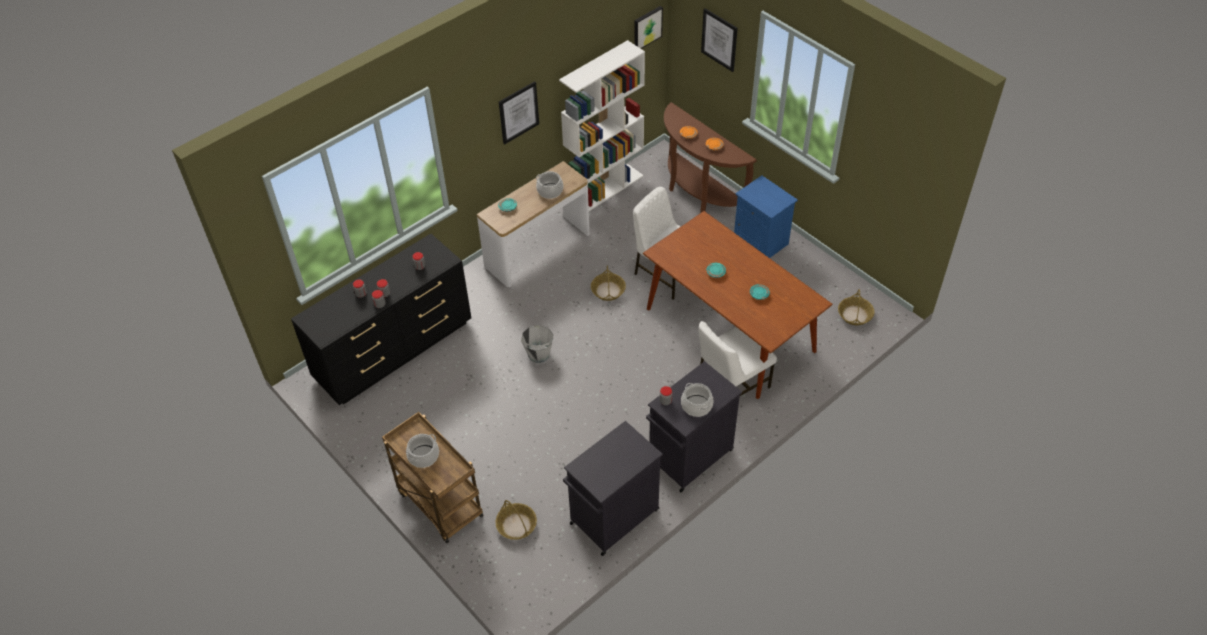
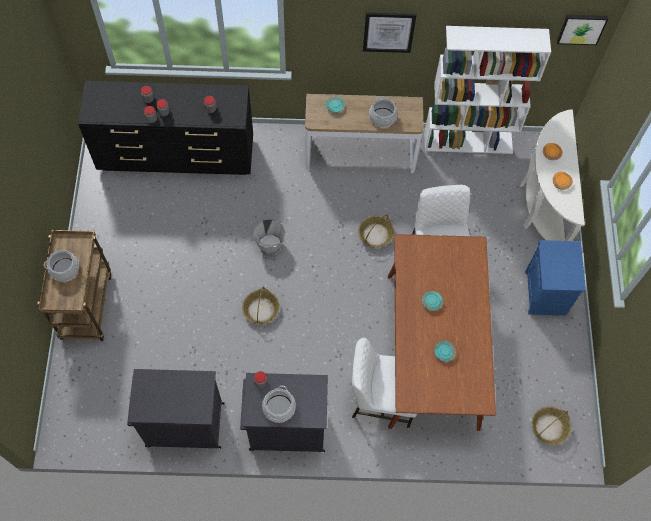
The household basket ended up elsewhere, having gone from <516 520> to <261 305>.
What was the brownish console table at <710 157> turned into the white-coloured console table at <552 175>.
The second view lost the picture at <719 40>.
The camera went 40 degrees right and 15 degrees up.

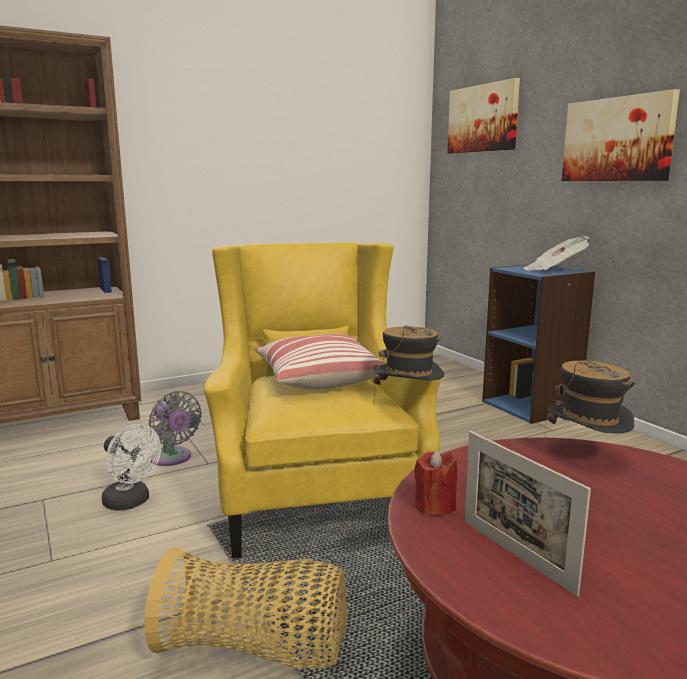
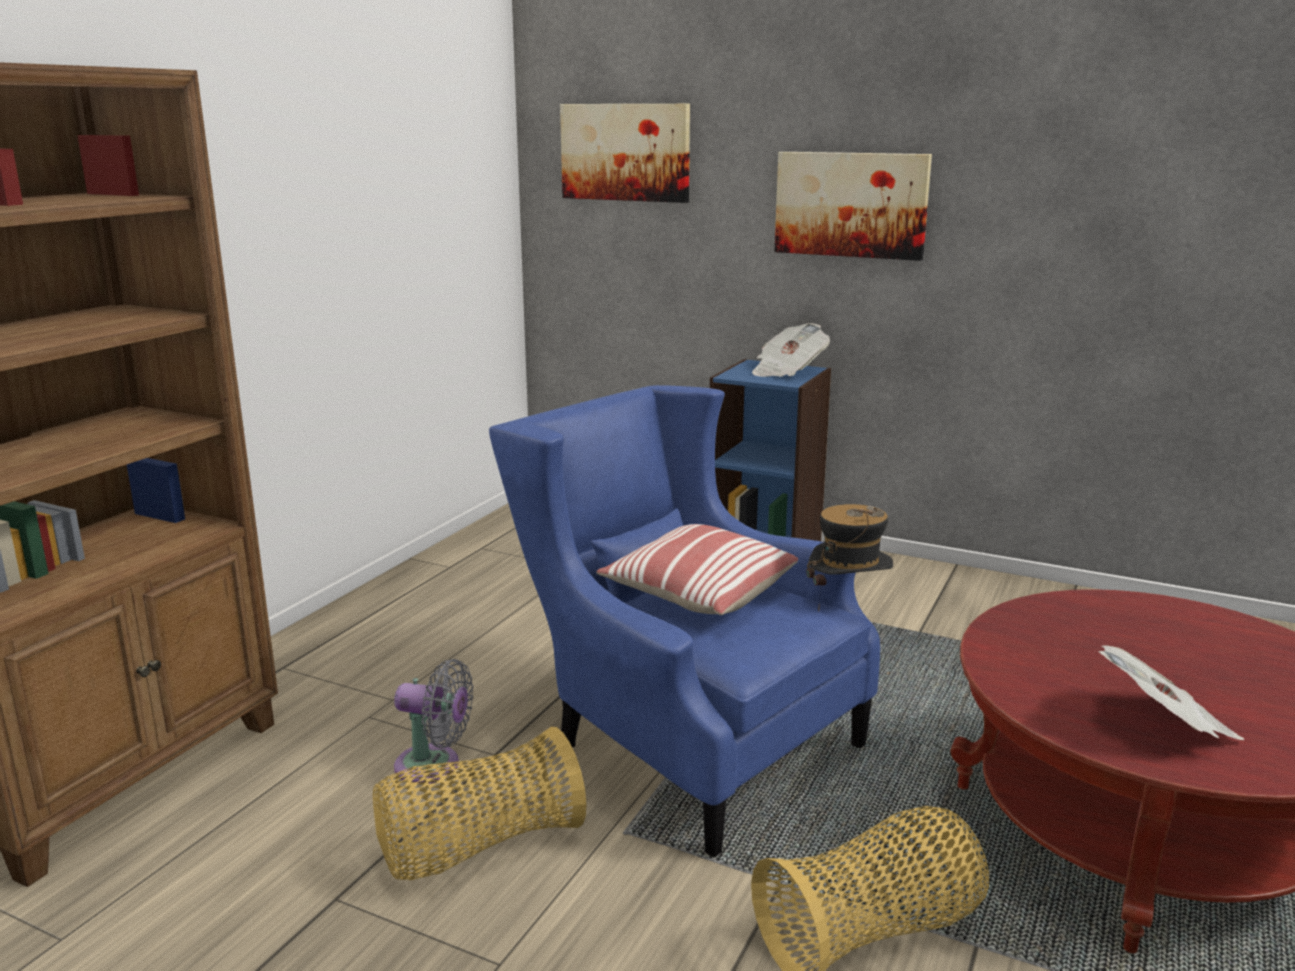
Where the white-coloured cooling fan stood at <131 467>, the household basket came to stand at <480 803>.
What was the yellowish lounge chair at <323 401> turned into the blue-coloured lounge chair at <684 621>.
The second view lost the red candle at <435 483>.
Where the picture frame stood at <527 514>, the daily paper came to stand at <1171 692>.
The second view lost the wearable hat at <589 403>.
The camera went 35 degrees left and 5 degrees up.

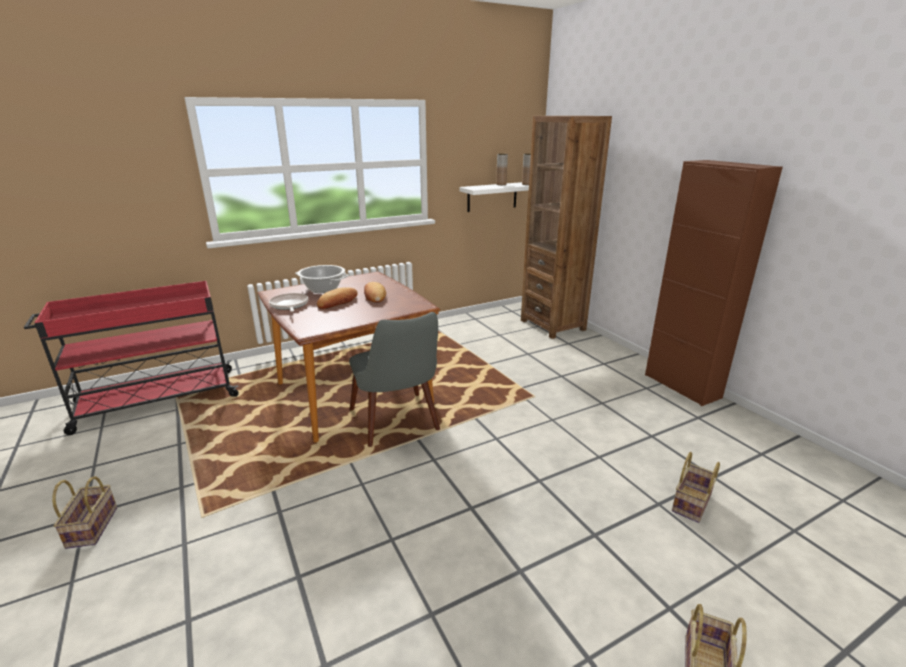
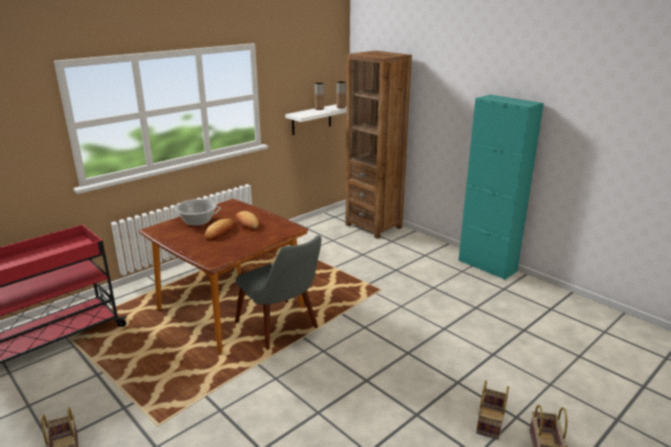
The second view lost the skillet at <288 302>.
What was the brownish cupboard at <714 283> turned into the turquoise cupboard at <501 187>.
The household basket ended up elsewhere, having gone from <696 487> to <492 410>.
The camera went 15 degrees left and 0 degrees up.

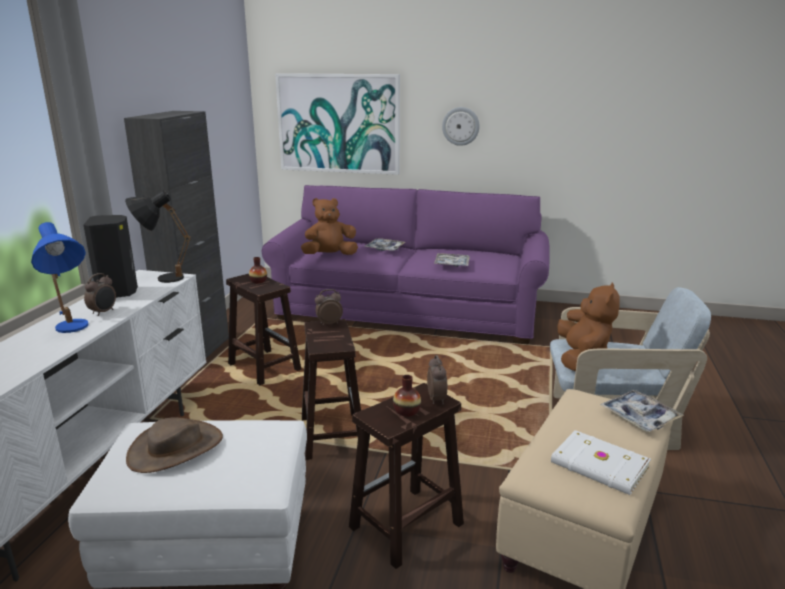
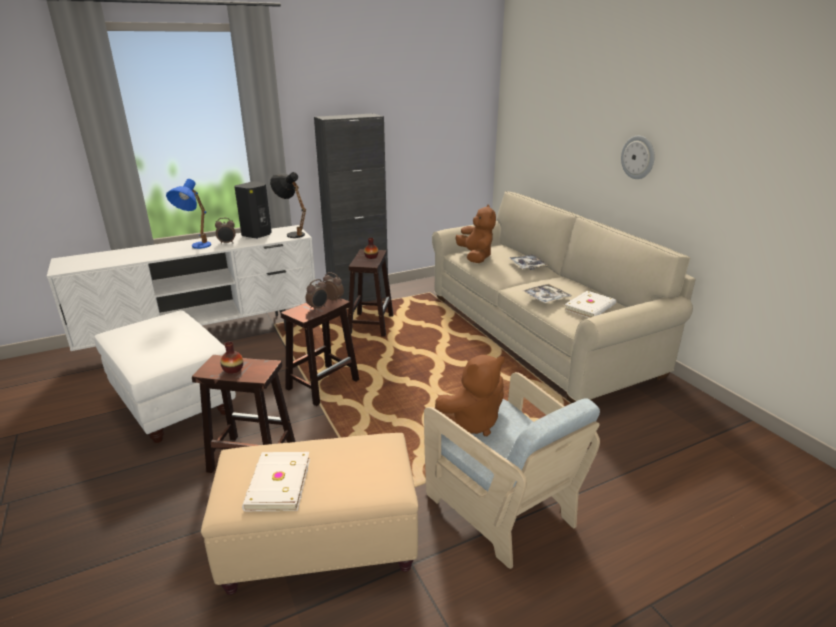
The second view lost the brownish wearable hat at <174 445>.
What was the purplish sofa at <406 264> turned into the beige sofa at <563 297>.
The second view lost the picture at <337 124>.
The brownish plush toy at <329 226> ended up facing another way, 45 degrees clockwise from before.
The bedside clock ended up elsewhere, having gone from <437 380> to <316 295>.
The second view lost the carrying tray at <642 411>.
The second view gained the white-coloured book at <590 304>.
The camera went 50 degrees right and 5 degrees up.

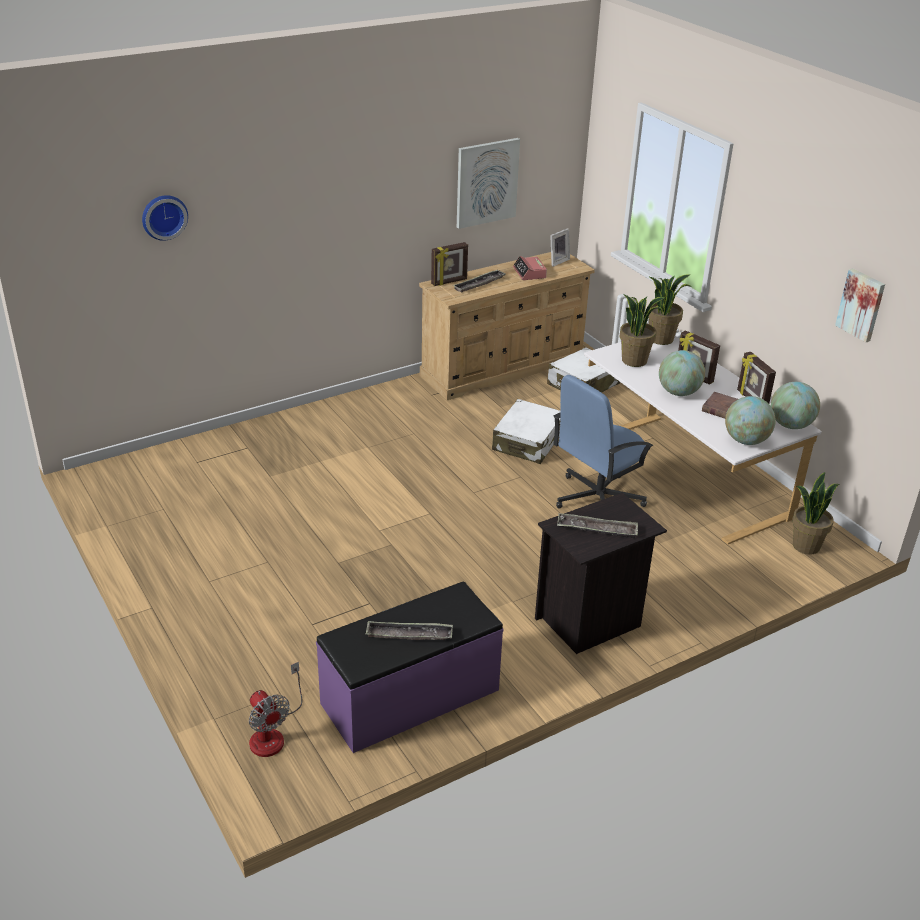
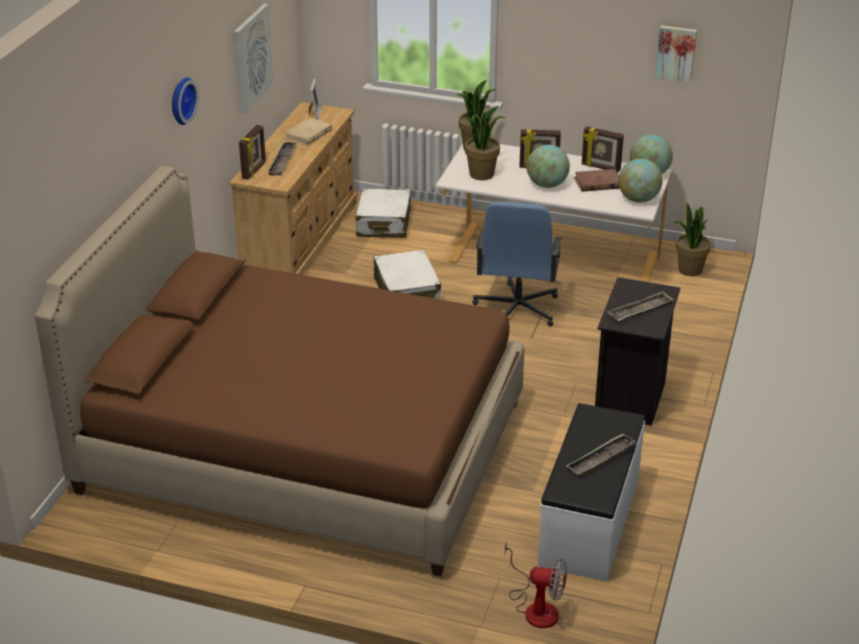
The clock on the wall ended up elsewhere, having gone from <165 218> to <185 101>.
What was the purplish bench at <409 667> turned into the white-coloured bench at <591 492>.
Where the bedside clock stood at <530 268>, the beige book came to stand at <308 131>.
The second view gained the brownish bedroom bed at <280 371>.
The camera went 40 degrees left and 0 degrees up.

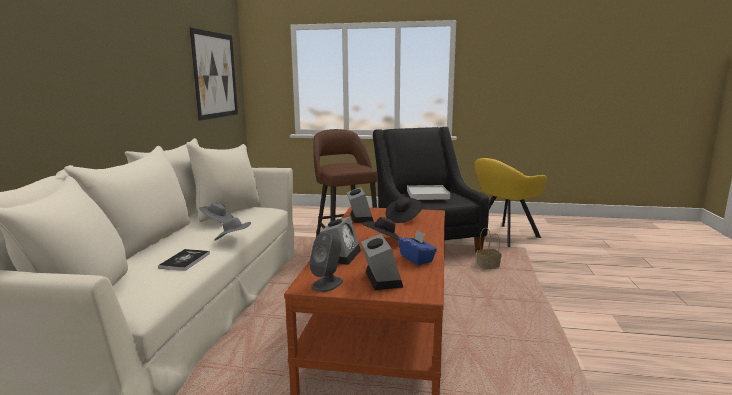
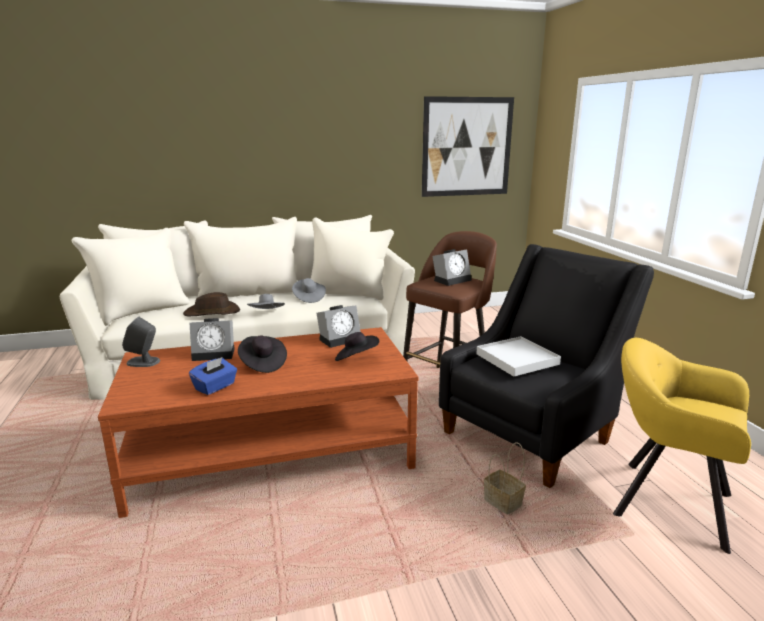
Where the book stood at <184 260>, the brownish wearable hat came to stand at <211 304>.
The bedside clock ended up elsewhere, having gone from <382 262> to <452 267>.
The camera went 65 degrees right and 5 degrees up.

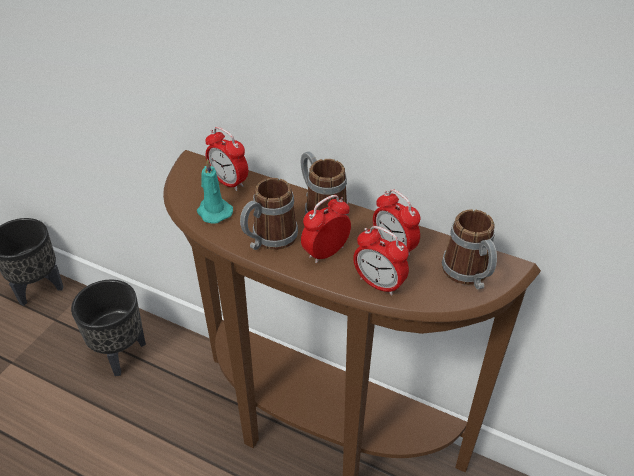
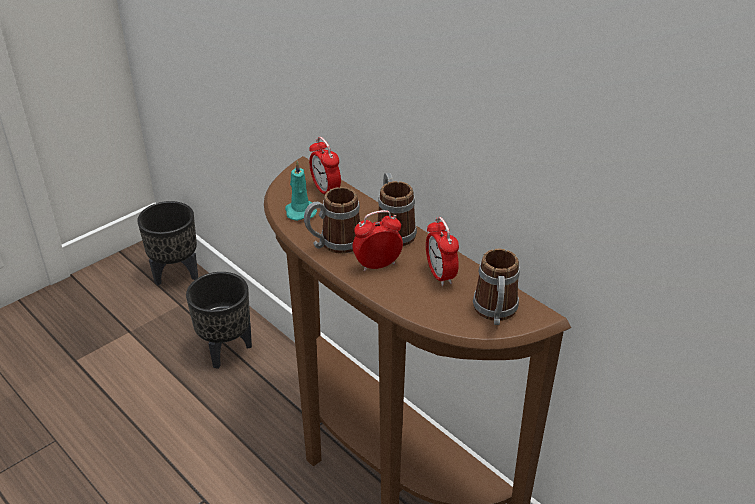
The second view lost the bedside clock at <381 261>.
The camera went 20 degrees right and 5 degrees down.

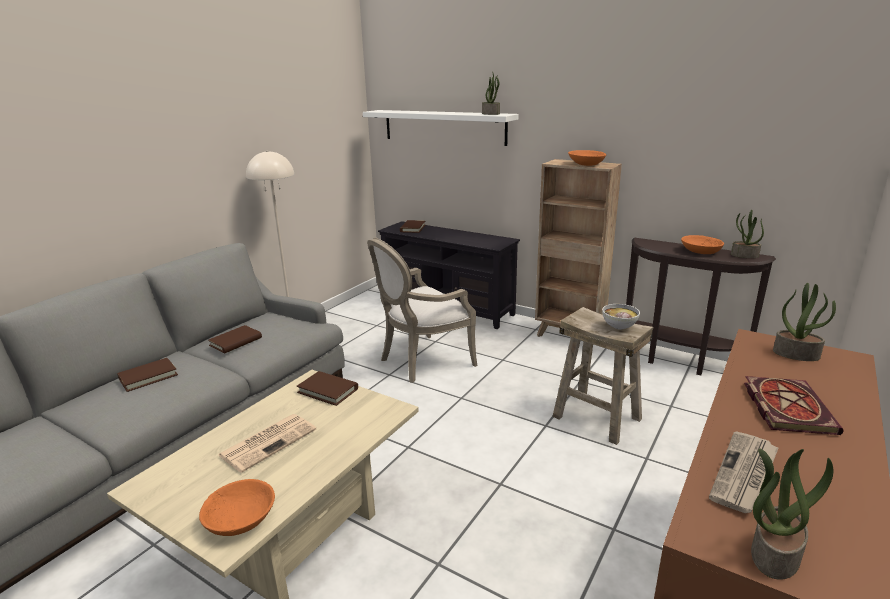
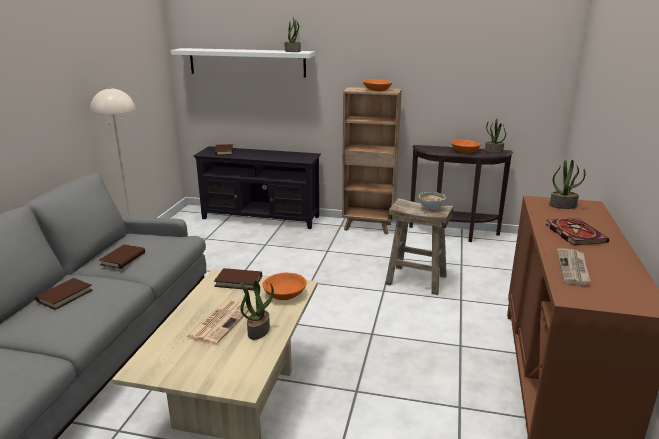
The orangey serving bowl ended up elsewhere, having gone from <237 507> to <285 286>.
The second view lost the lounge chair at <422 310>.
The potted plant ended up elsewhere, having gone from <792 514> to <257 310>.
The camera went 20 degrees left and 0 degrees up.

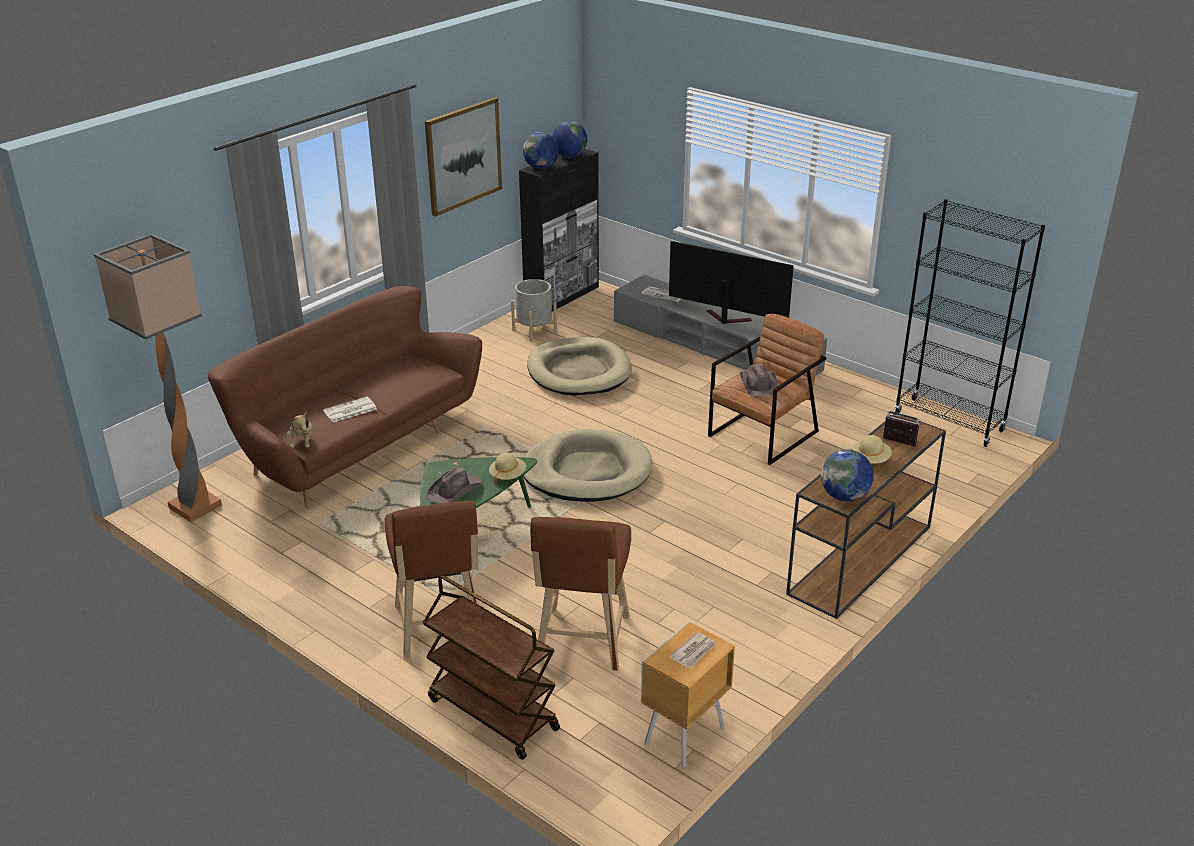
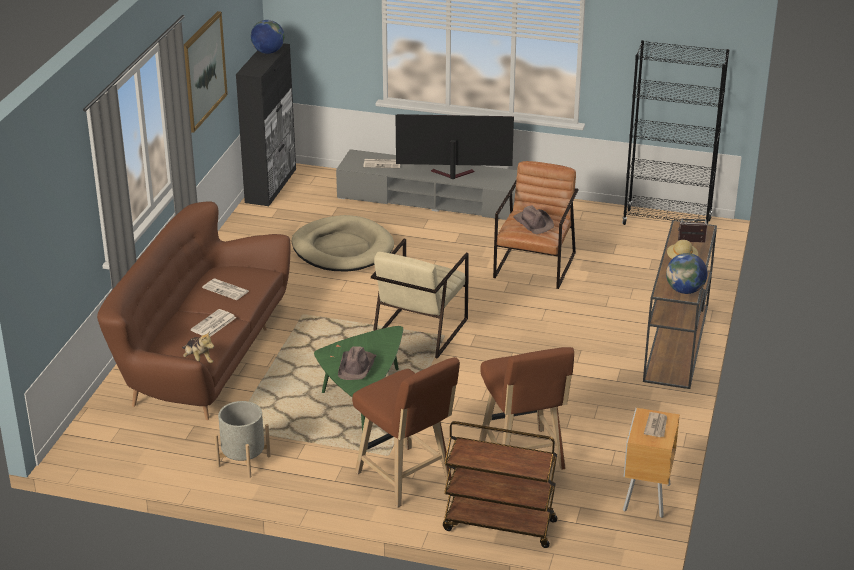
The second view lost the floor lamp at <158 378>.
The second view lost the beige wearable hat at <507 468>.
The greyish planter ended up elsewhere, having gone from <534 310> to <242 439>.
The second view lost the globe at <541 150>.
Where the beige dog cushion stood at <588 465>, the beige lounge chair came to stand at <420 299>.
The second view gained the daily paper at <225 289>.
The camera went 25 degrees left and 0 degrees up.

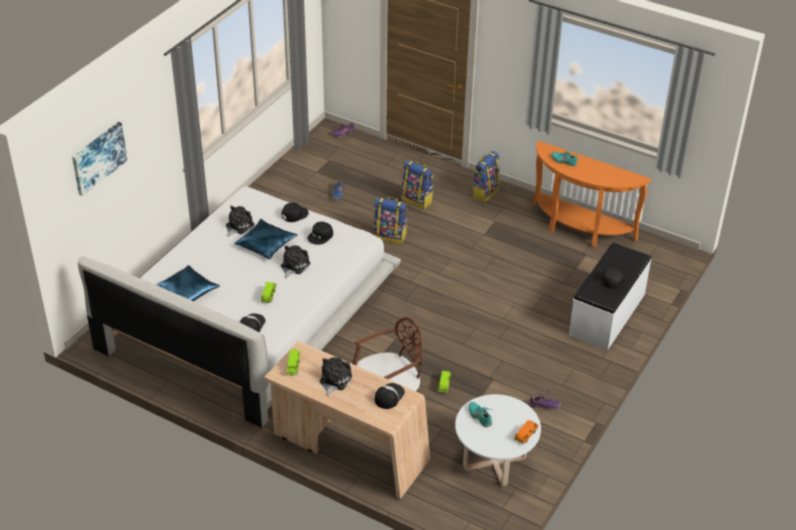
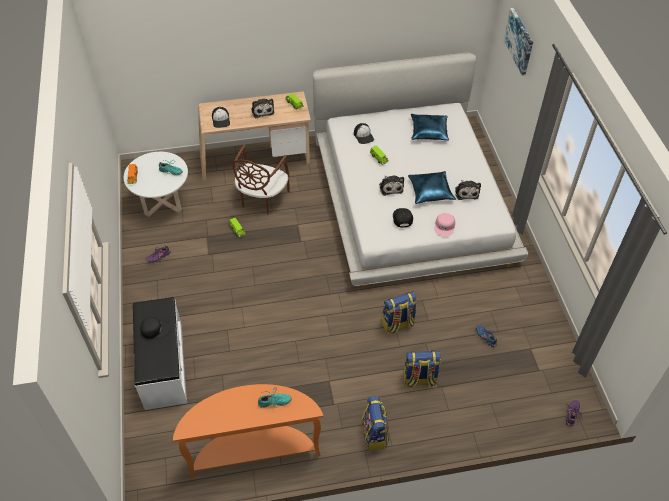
What was the black cap at <295 212> turned into the pinkish cap at <444 225>.
The camera went 140 degrees right and 10 degrees up.

